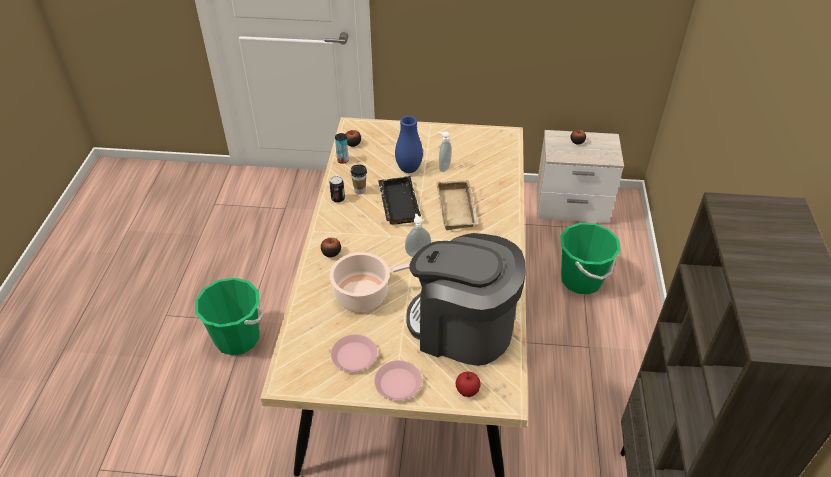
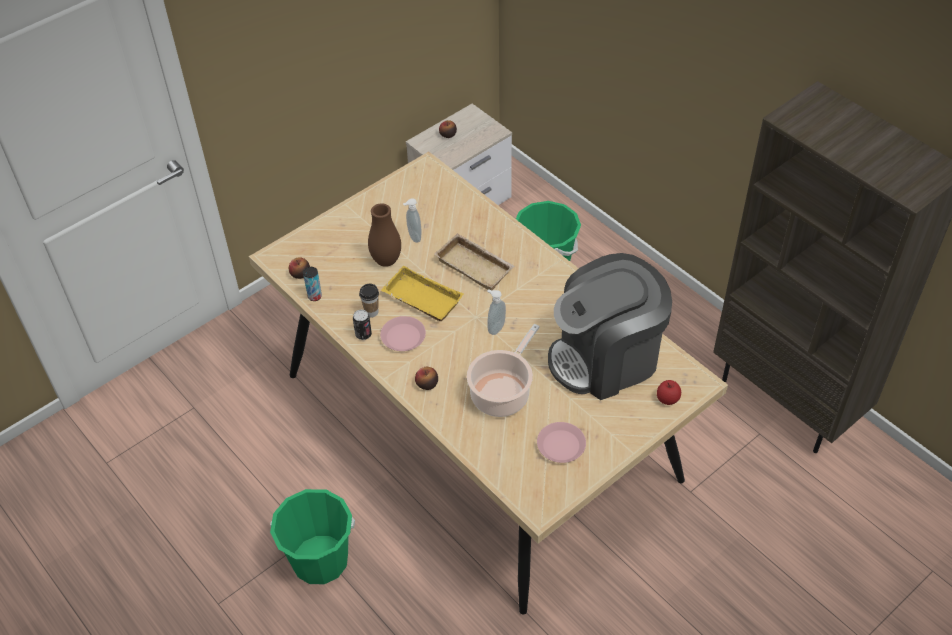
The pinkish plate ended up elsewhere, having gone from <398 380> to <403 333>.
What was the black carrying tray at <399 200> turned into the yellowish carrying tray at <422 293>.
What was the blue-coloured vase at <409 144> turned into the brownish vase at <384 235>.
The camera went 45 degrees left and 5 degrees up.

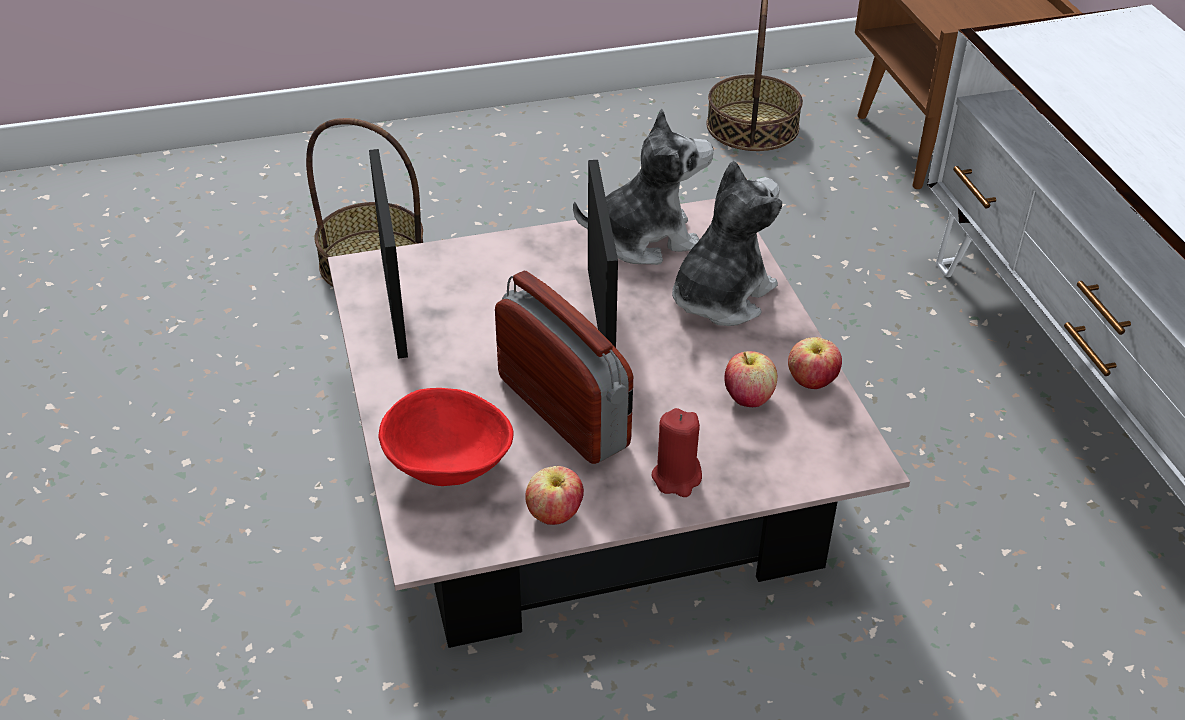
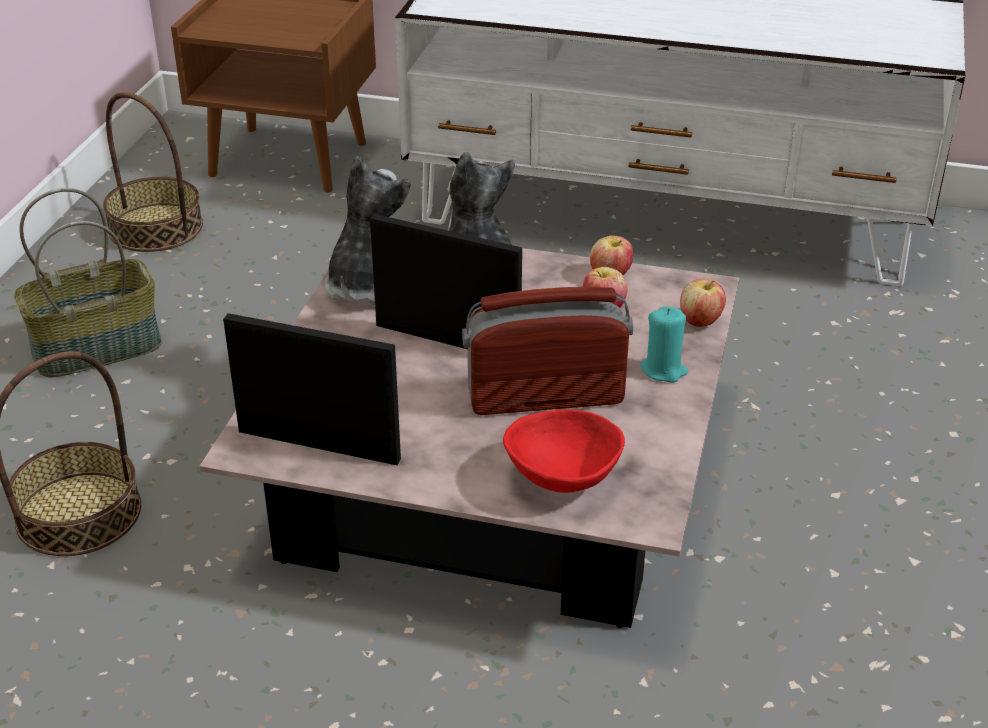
The apple ended up elsewhere, having gone from <554 495> to <703 303>.
What was the red candle at <677 452> turned into the turquoise candle at <664 344>.
The second view gained the household basket at <88 282>.
The camera went 60 degrees left and 5 degrees down.

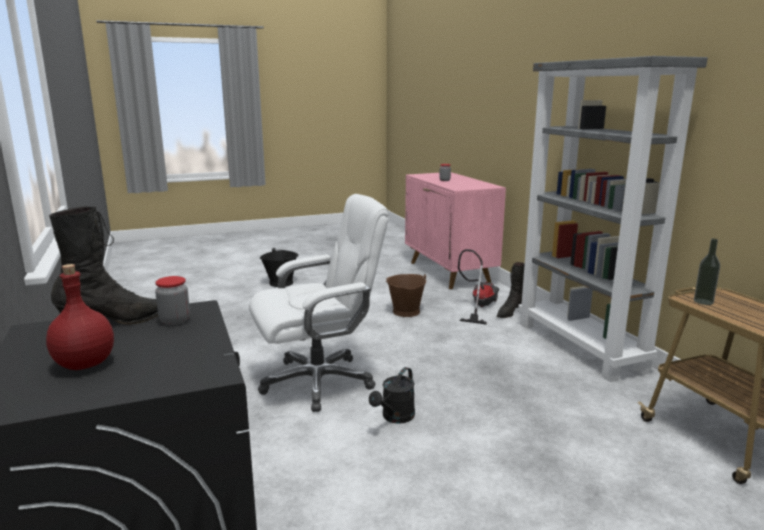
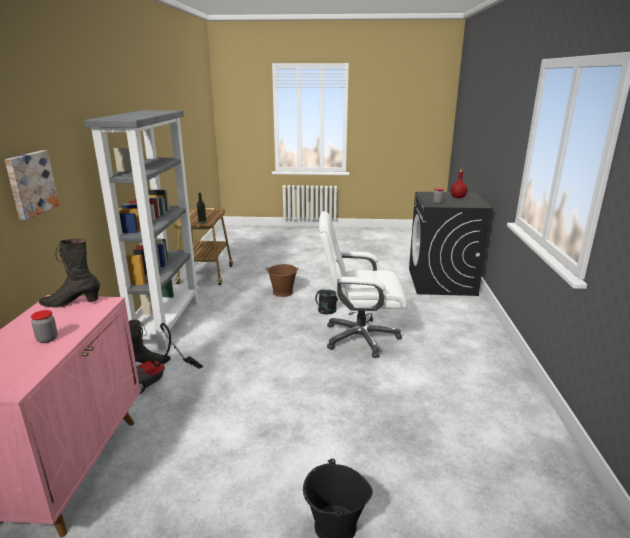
The black boot ended up elsewhere, having gone from <103 265> to <69 273>.
The brownish bucket ended up elsewhere, having gone from <406 295> to <282 280>.
The second view gained the picture at <32 185>.
The camera went 155 degrees left and 5 degrees up.

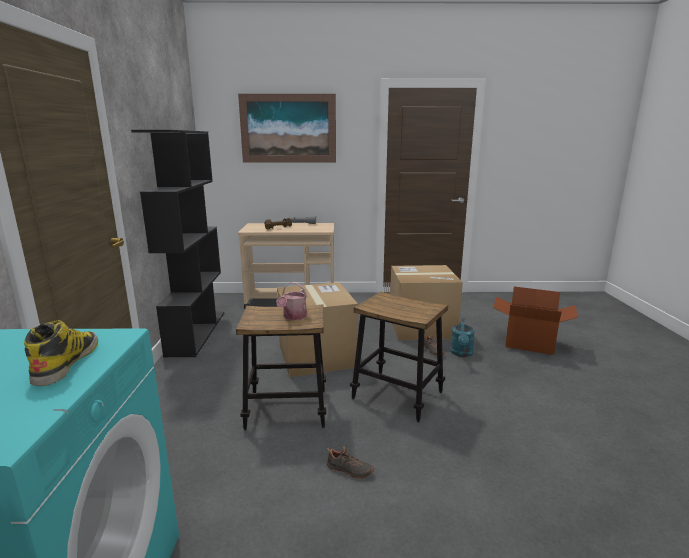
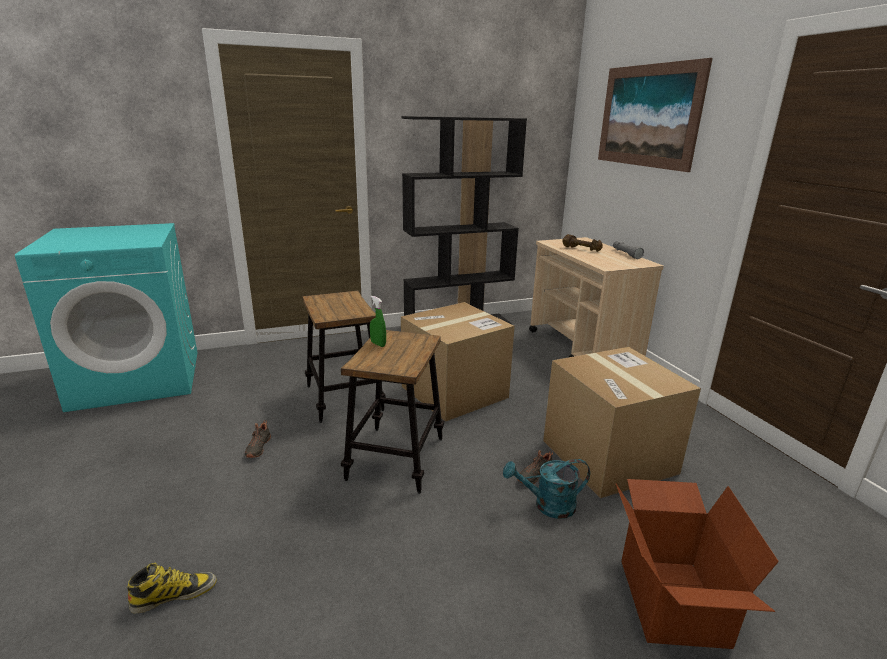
The boot ended up elsewhere, having gone from <61 353> to <172 587>.
The second view lost the watering can at <291 301>.
The second view gained the green sprayer at <378 321>.
The camera went 70 degrees right and 5 degrees up.

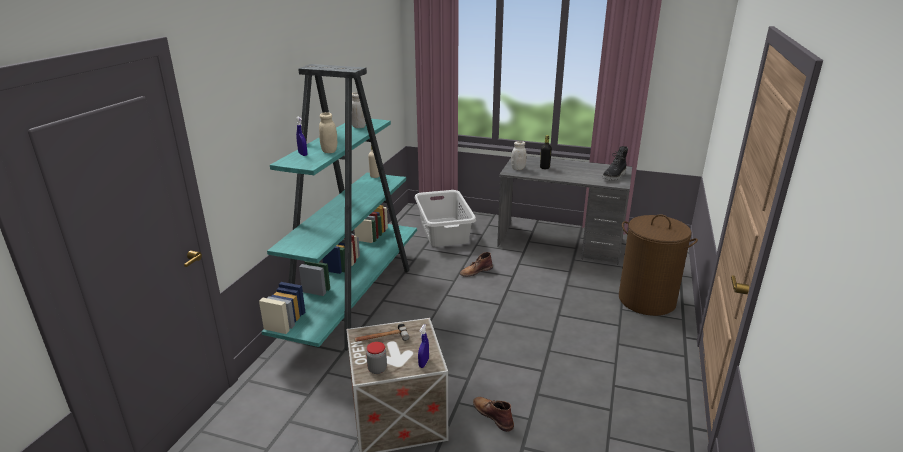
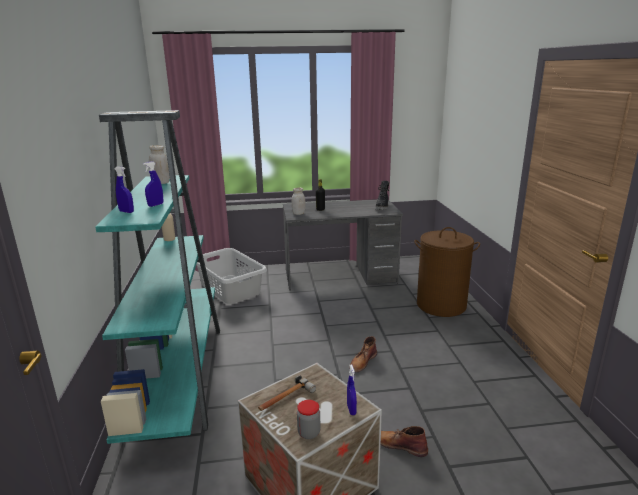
Where the beige jar stood at <328 132>, the blue-coloured sprayer came to stand at <153 184>.
The brownish boot ended up elsewhere, having gone from <476 264> to <363 354>.
The camera went 25 degrees left and 5 degrees down.

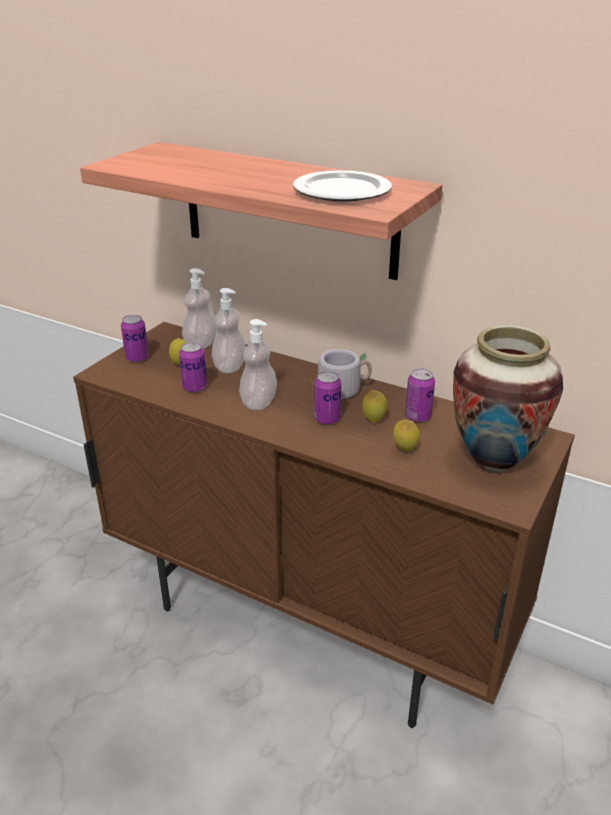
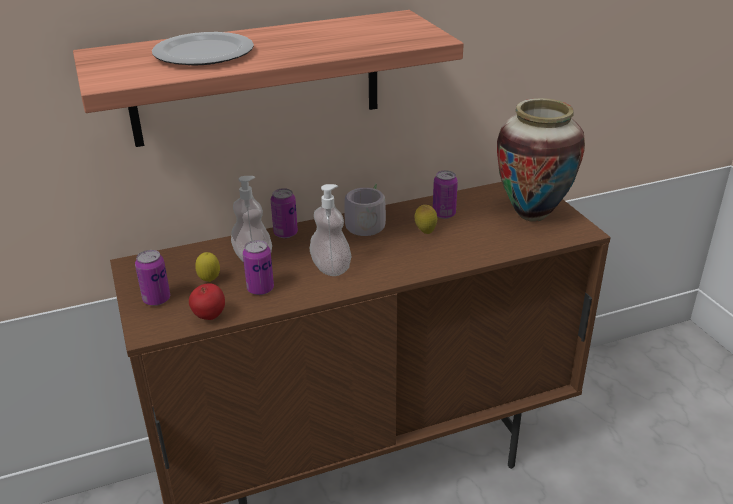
The second view lost the soap bottle at <199 308>.
The plate ended up elsewhere, having gone from <342 186> to <203 48>.
The metal can ended up elsewhere, having gone from <327 398> to <284 213>.
The second view lost the whole lemon at <406 436>.
The second view gained the apple at <207 301>.
The camera went 50 degrees left and 0 degrees up.

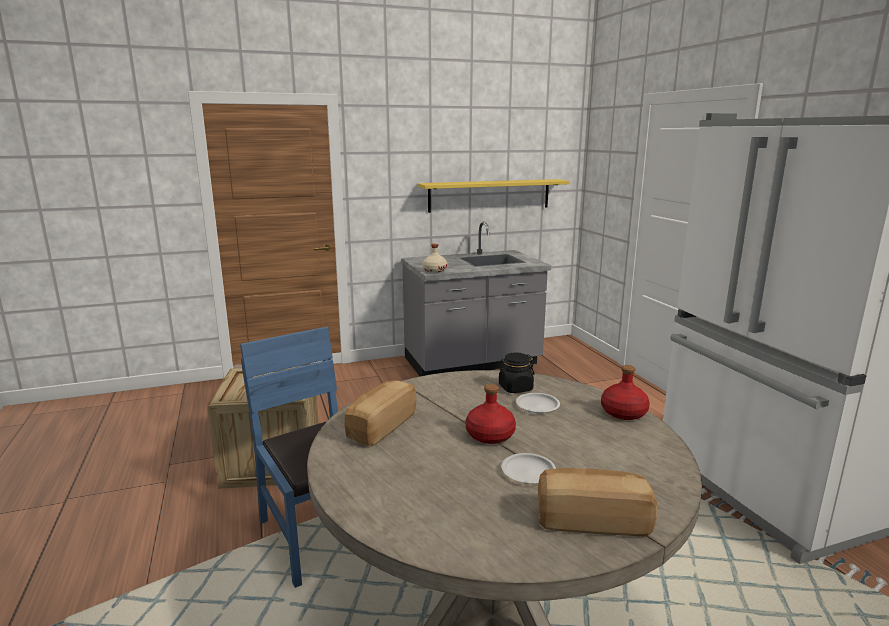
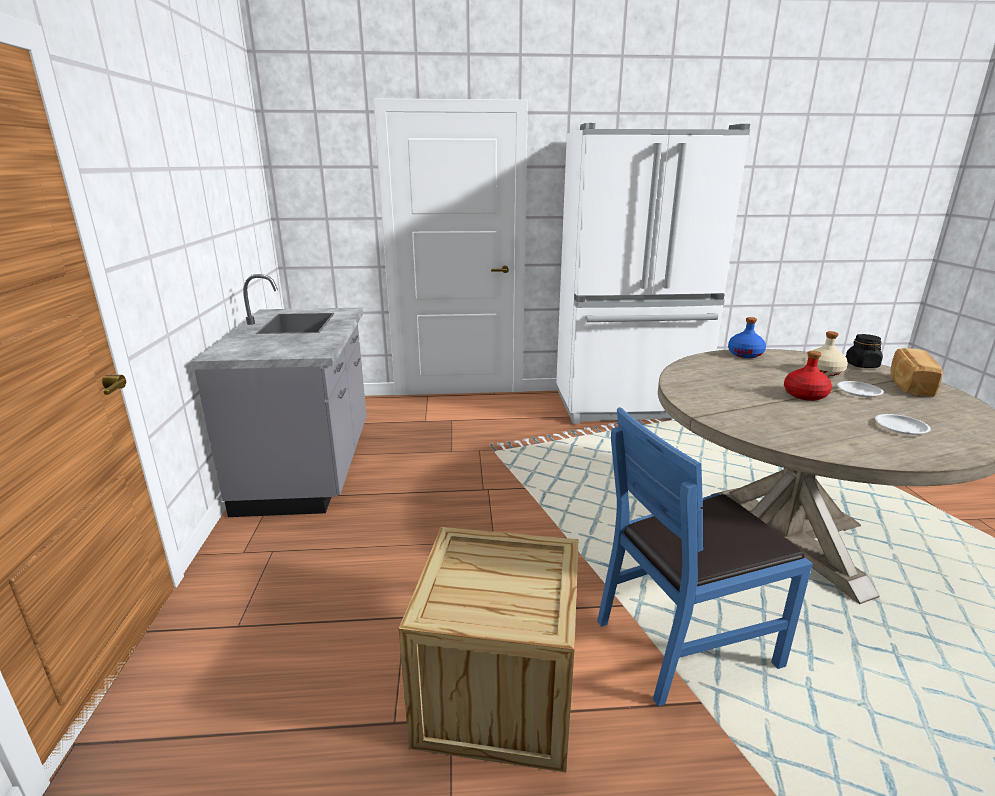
The second view lost the bread at <380 413>.
The second view lost the yellowish wall shelf at <493 196>.
The beige beverage bottle ended up elsewhere, having gone from <434 258> to <826 353>.
The black jar ended up elsewhere, having gone from <516 373> to <864 351>.
The white-coloured plate ended up elsewhere, having gone from <538 403> to <903 424>.
What was the red beverage bottle at <625 392> turned into the blue-coloured beverage bottle at <747 337>.
The camera went 75 degrees left and 5 degrees up.

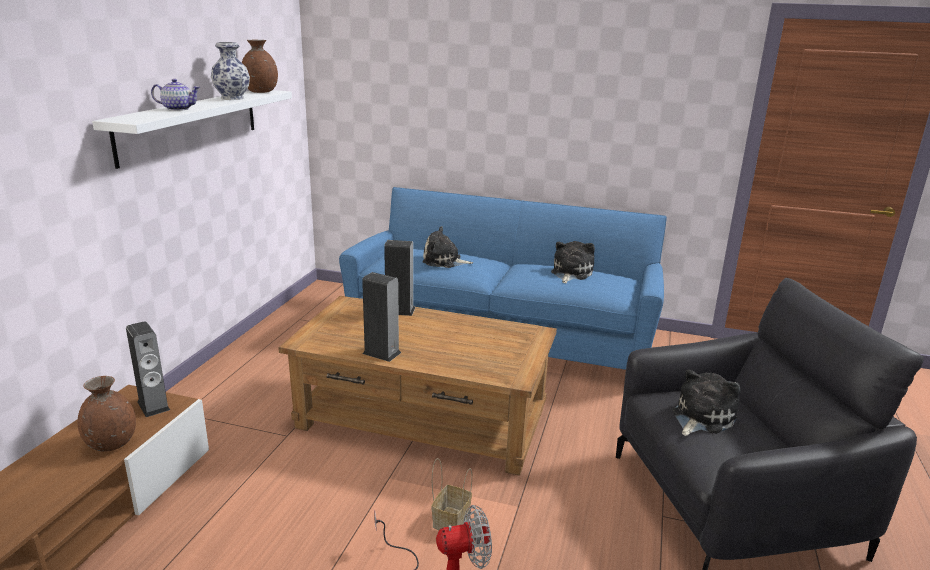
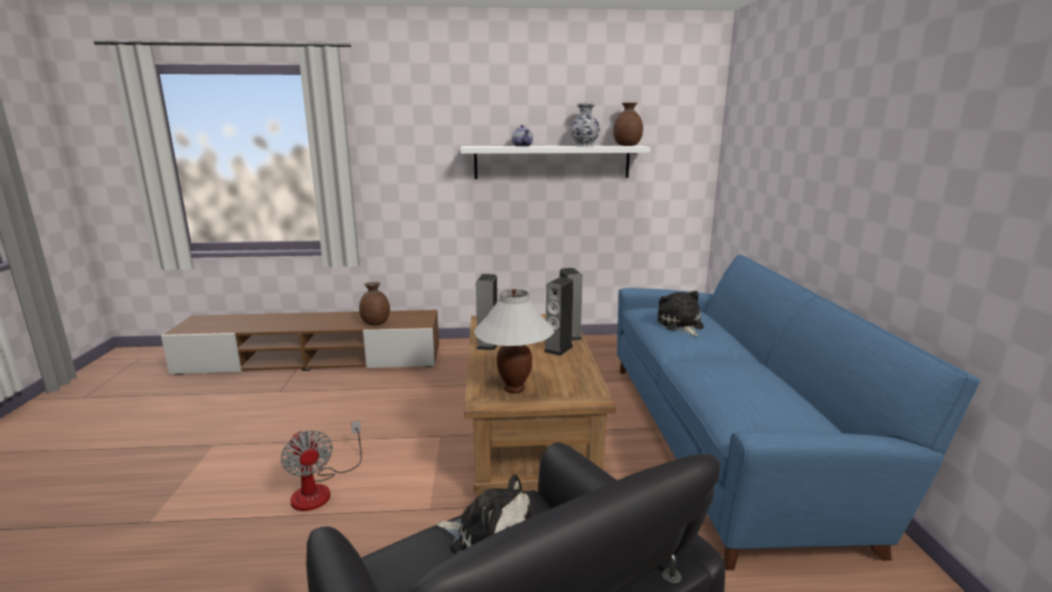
The loudspeaker ended up elsewhere, having gone from <148 369> to <558 316>.
The second view lost the household basket at <451 494>.
The second view lost the plush toy at <573 262>.
The second view gained the white-coloured lamp for a table at <514 341>.
The camera went 70 degrees right and 5 degrees down.

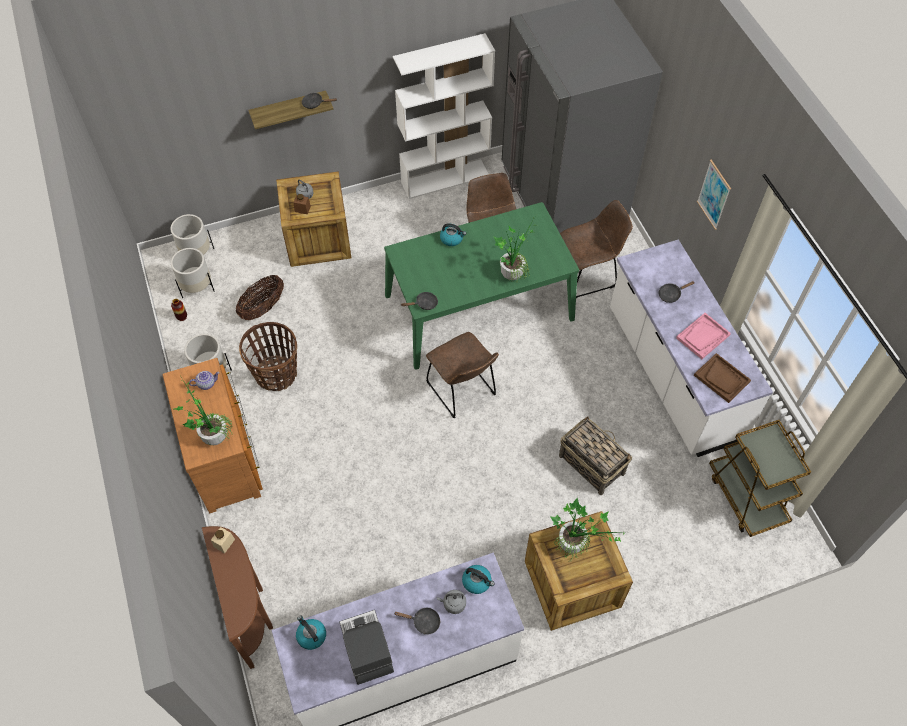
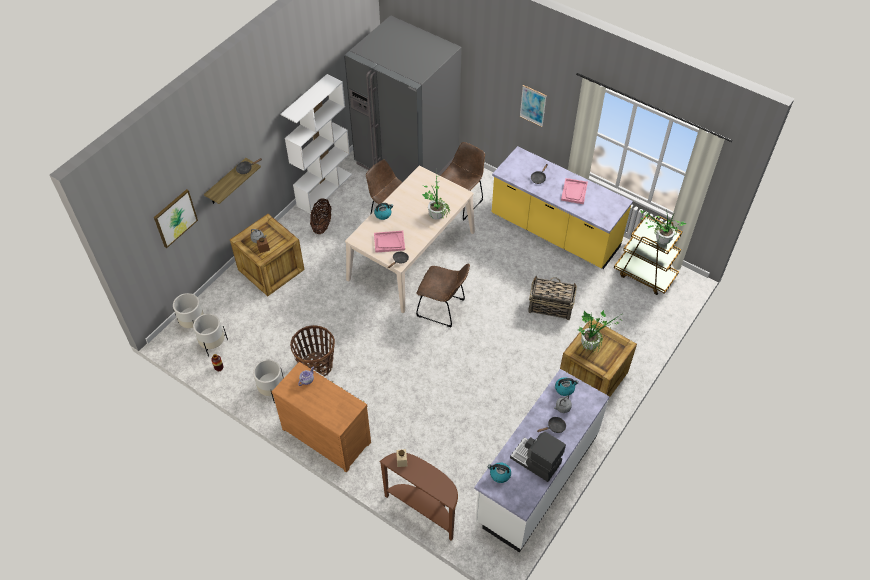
The potted plant ended up elsewhere, having gone from <204 411> to <663 226>.
The household basket ended up elsewhere, having gone from <260 297> to <321 216>.
What was the green kitchen table at <481 286> turned into the beige kitchen table at <410 239>.
What was the white-coloured counter at <691 348> turned into the yellowish counter at <562 207>.
The second view lost the brownish carrying tray at <722 378>.
The second view gained the picture at <176 218>.
The second view gained the pinkish carrying tray at <389 242>.
The camera went 35 degrees left and 5 degrees down.

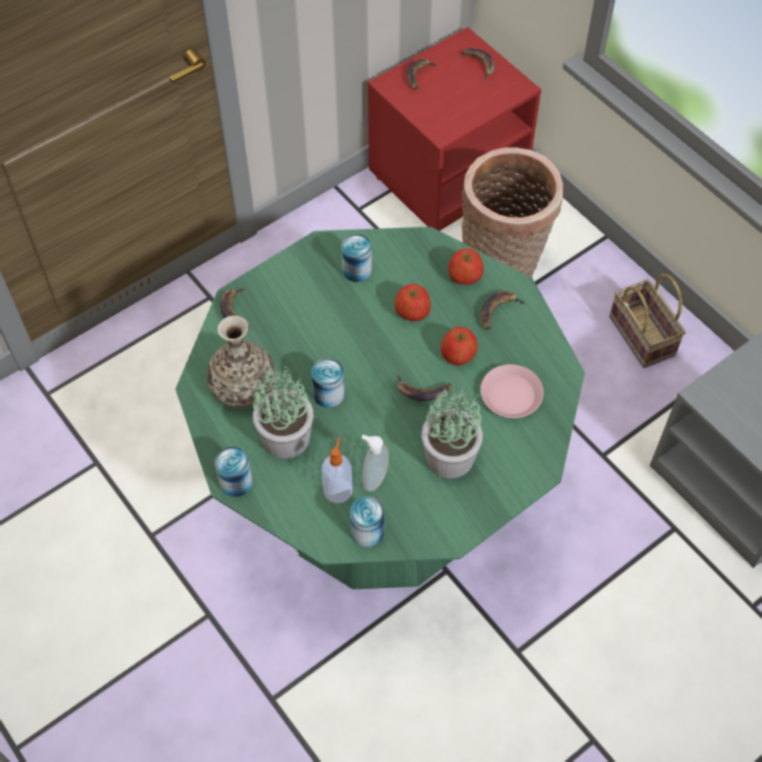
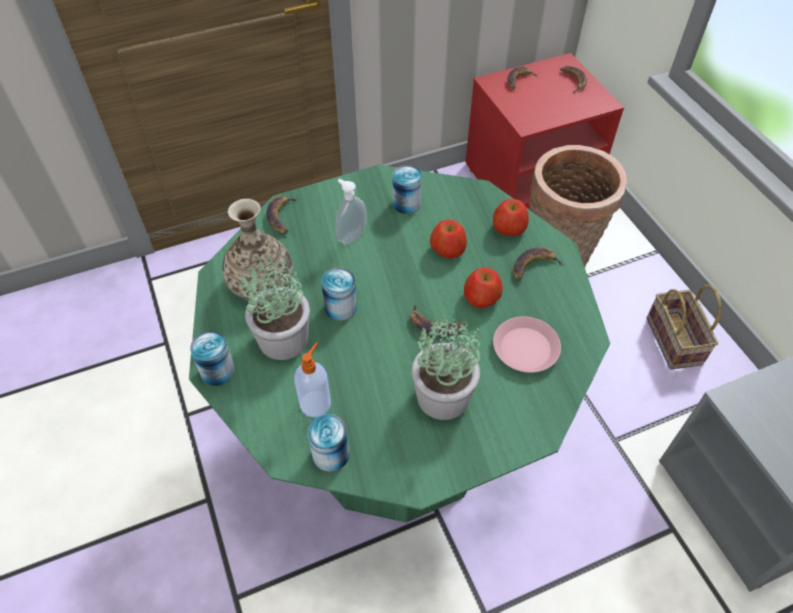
The soap bottle ended up elsewhere, having gone from <375 463> to <351 211>.
The camera went 15 degrees right and 5 degrees down.

